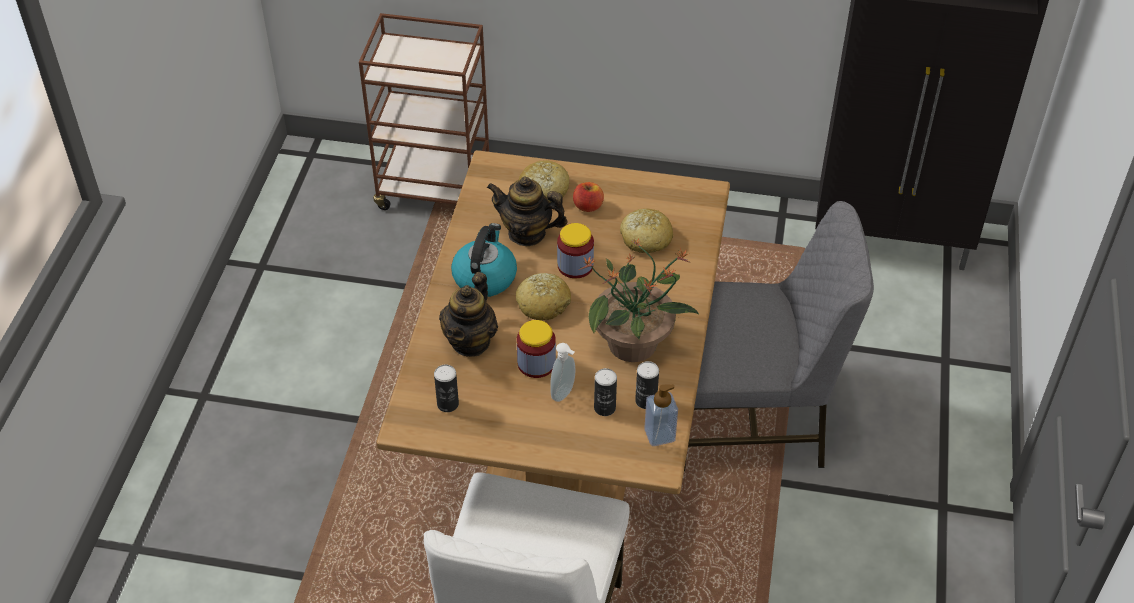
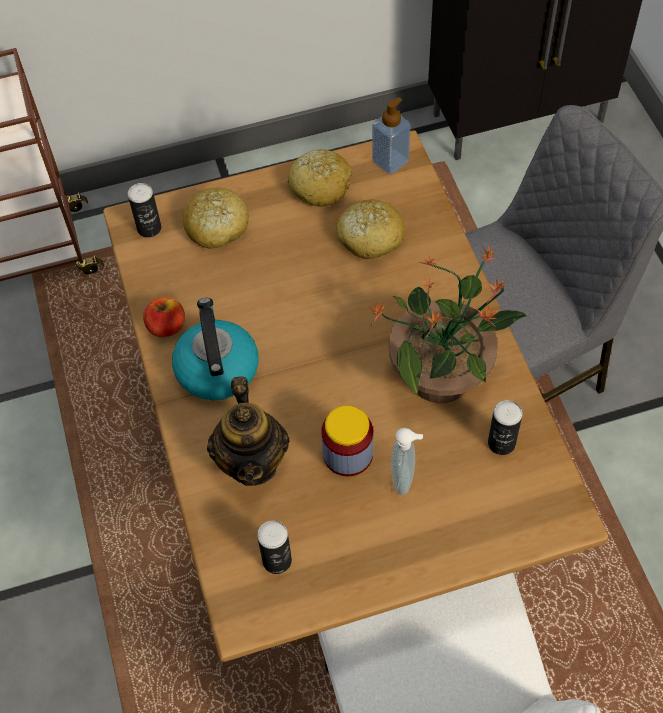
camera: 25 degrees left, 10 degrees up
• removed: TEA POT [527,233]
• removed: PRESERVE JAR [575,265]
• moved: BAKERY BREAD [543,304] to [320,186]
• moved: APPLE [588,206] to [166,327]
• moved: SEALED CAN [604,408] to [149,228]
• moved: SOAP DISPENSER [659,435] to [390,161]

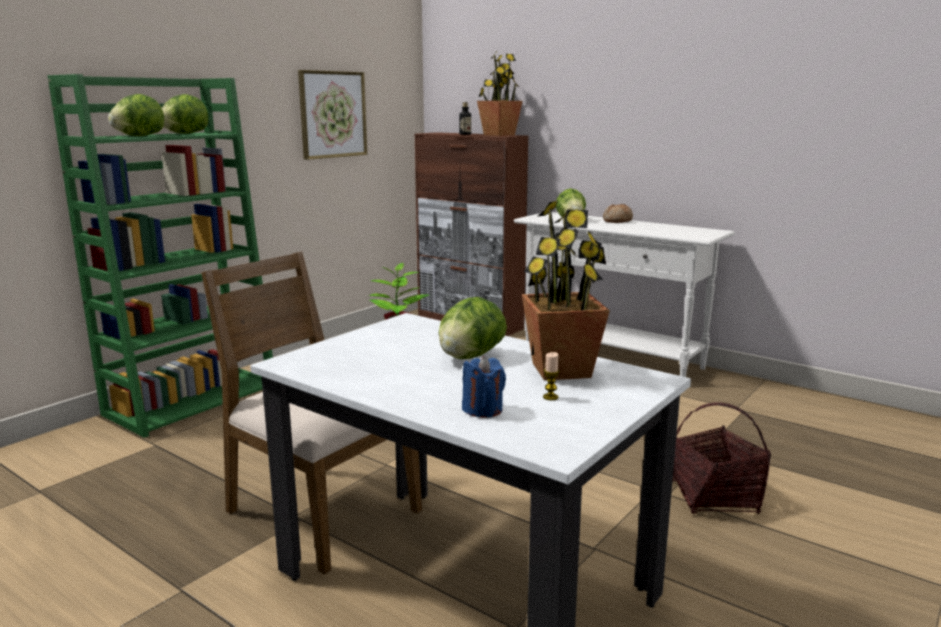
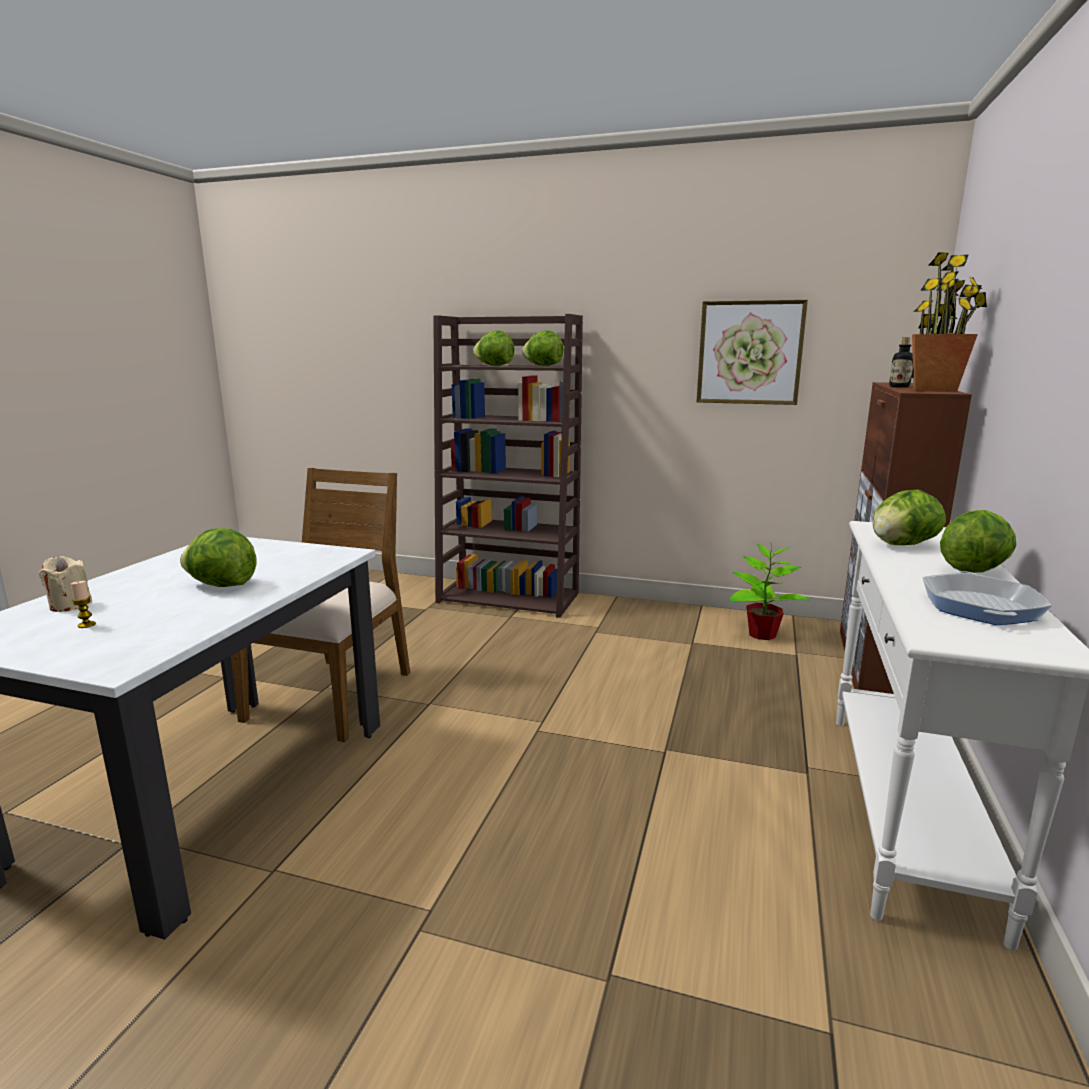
camera: 70 degrees right, 0 degrees up
• removed: HOUSEPLANT [561,370]
• removed: BASKET [714,497]
• added: SKILLET [980,607]
• replaced: BAKERY BREAD [618,221] to HEAD OF LETTUCE [972,570]
• recoloured: GREEN SHELVING UNIT [193,400] to BROWN SHELVING UNIT [510,597]
• recoloured: BLUISH WAX CANDLE [483,409] to BEIGE-COLOURED WAX CANDLE [70,605]

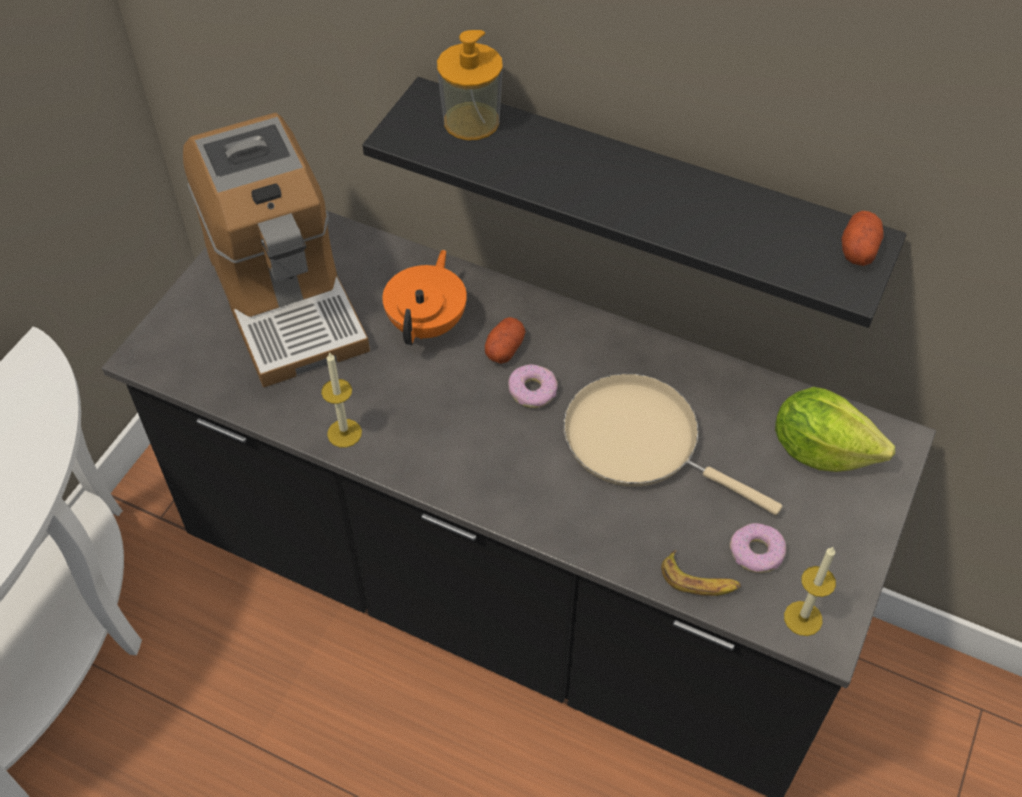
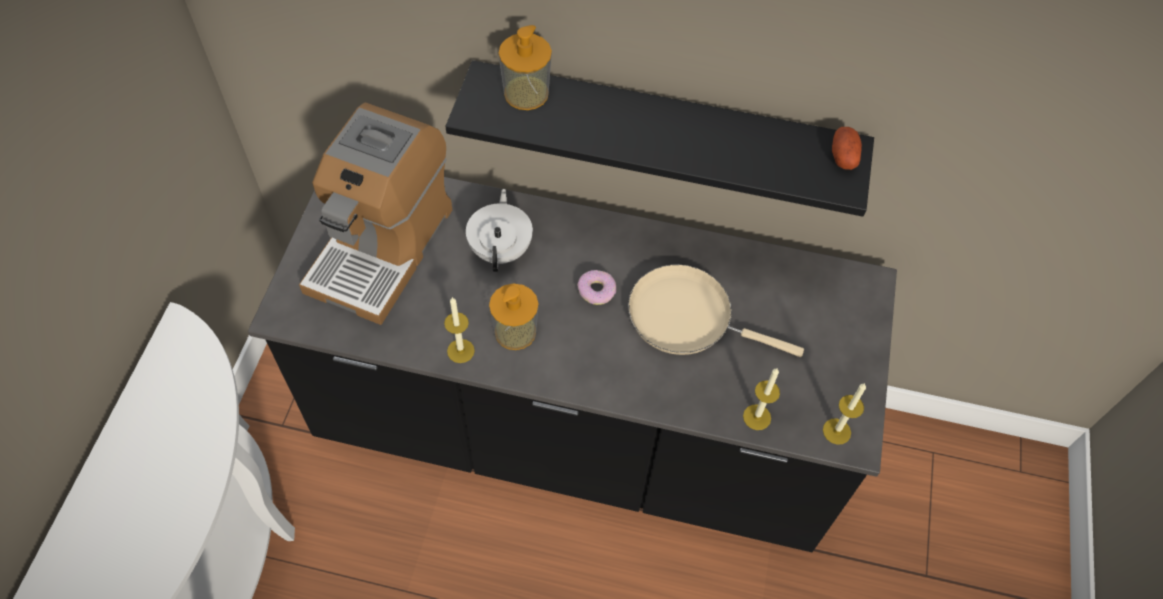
camera: 15 degrees left, 5 degrees up
• removed: POTATO [504,348]
• removed: DOUGHNUT [756,553]
• removed: HEAD OF LETTUCE [820,450]
• added: SOAP DISPENSER [515,331]
• replaced: BANANA [699,580] to WAX CANDLE [757,417]
• recoloured: ORANGE TEA POT [428,323] to WHITISH TEA POT [501,249]
• turned: COFFEE MACHINE [285,299] = [382,247] 60 degrees clockwise

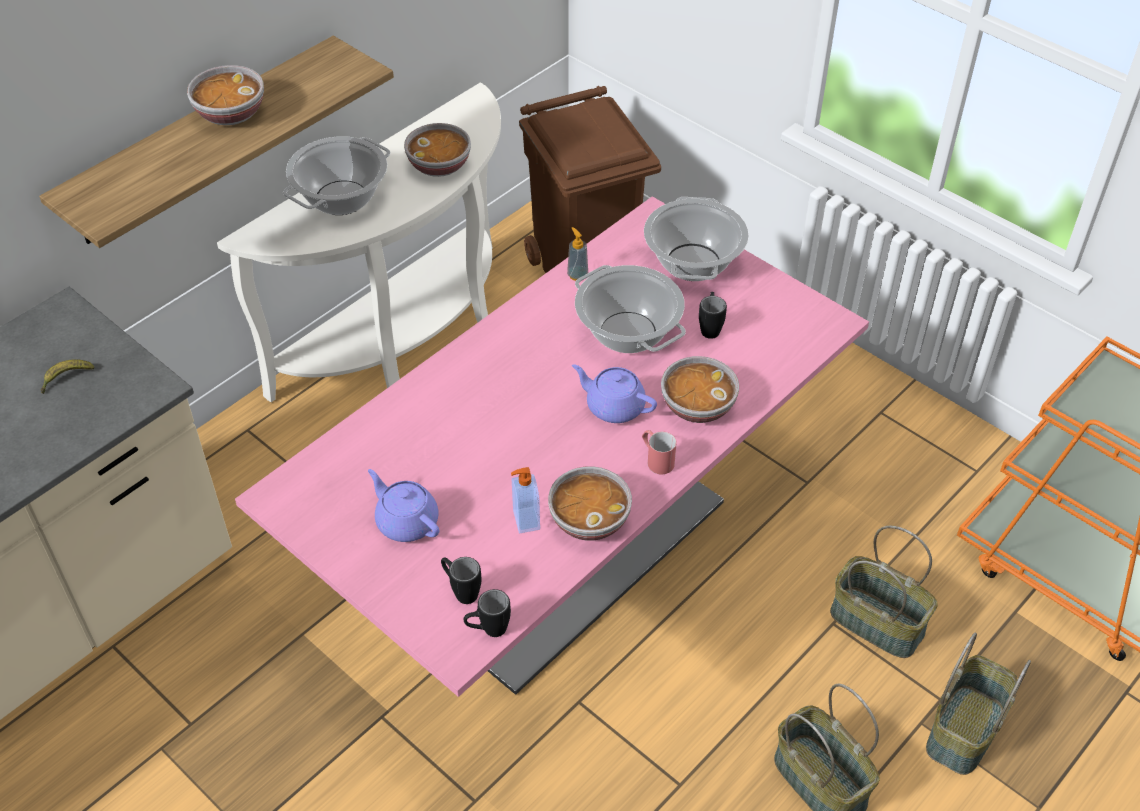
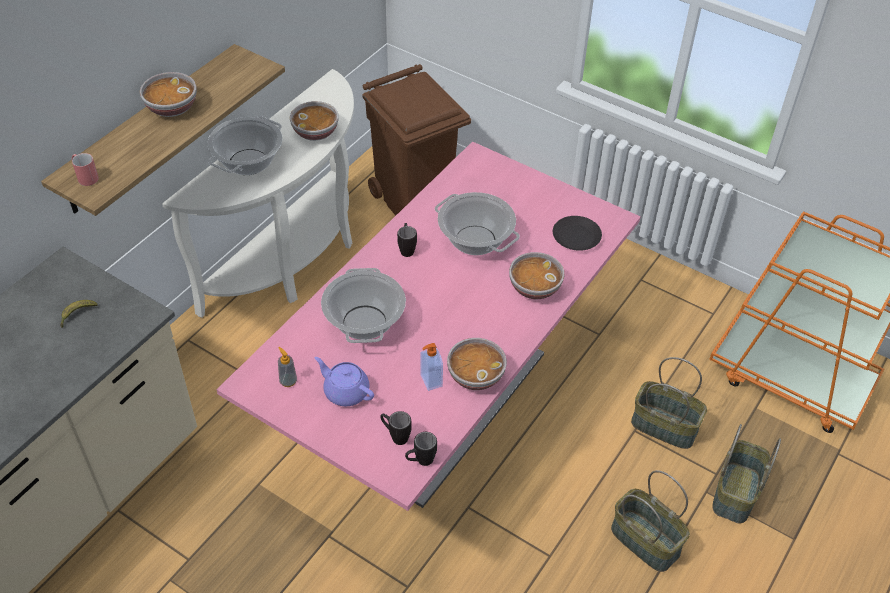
camera: 10 degrees left, 0 degrees up
• removed: PURPLE TEA POT [614,406]
• added: BLACK-COLOURED PLATE [576,238]
• moved: SOAP DISPENSER [577,275] to [288,381]
• moved: RED MUG [656,459] to [85,176]
• moved: SAUCEPOT [692,262] to [364,322]
• moved: BLACK-COLOURED MUG [710,327] to [406,248]

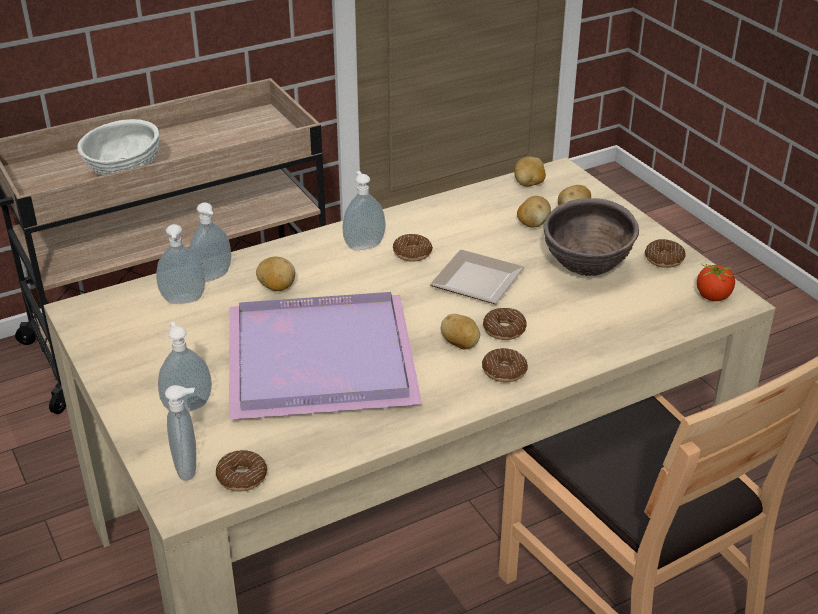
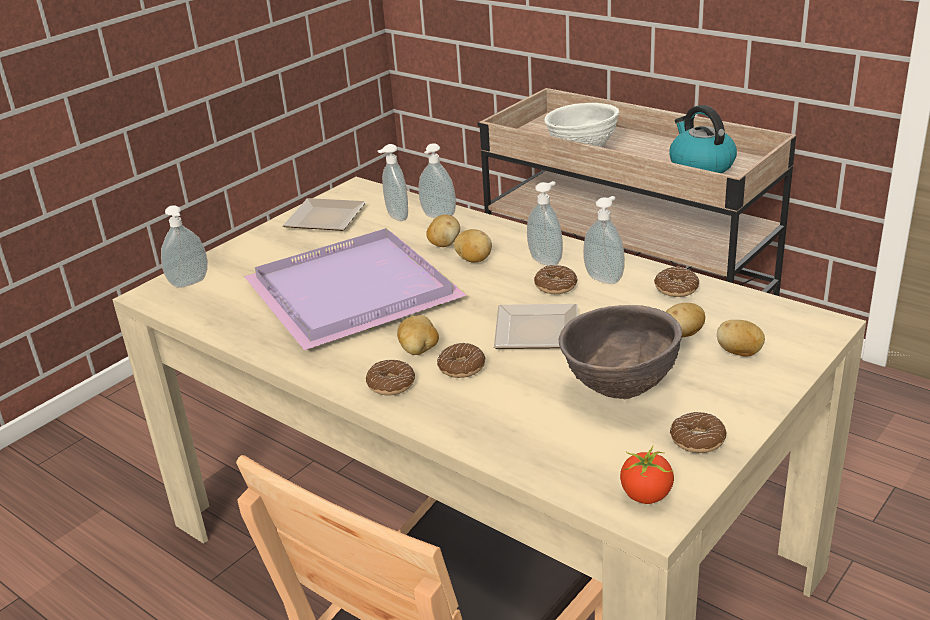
camera: 70 degrees right, 5 degrees down
• added: PLATE [324,218]
• added: WATER KETTLE [700,166]
• moved: SOAP DISPENSER [187,405] to [605,278]
• moved: DOUGHNUT [242,477] to [676,288]
• moved: POTATO [529,184] to [473,260]

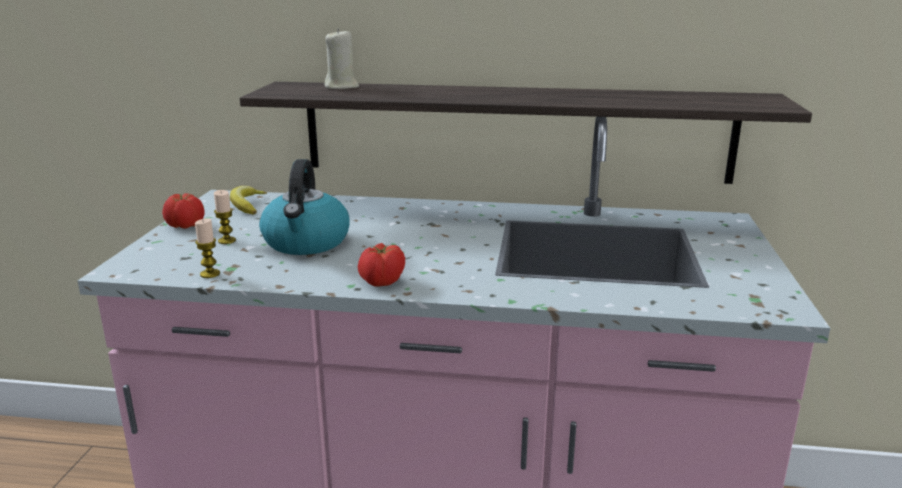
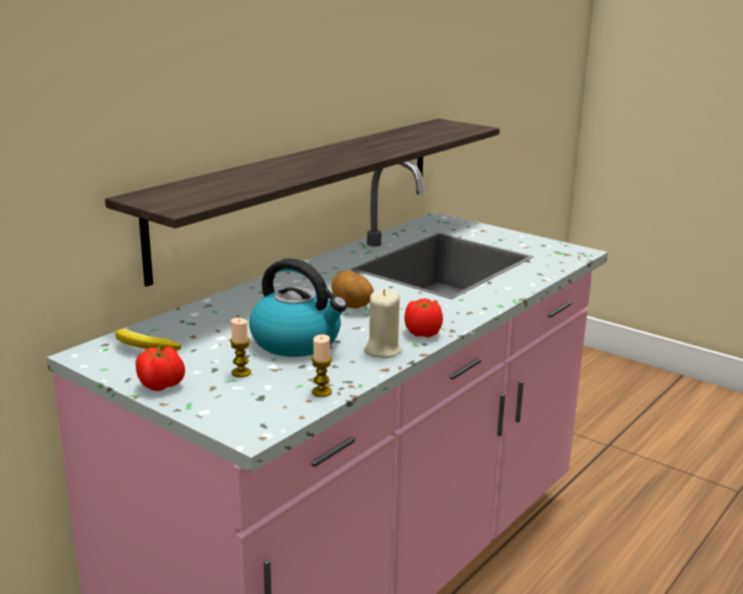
camera: 60 degrees left, 0 degrees up
• added: POTATO [351,307]
• moved: BEIGE-COLOURED WAX CANDLE [342,87] to [382,350]

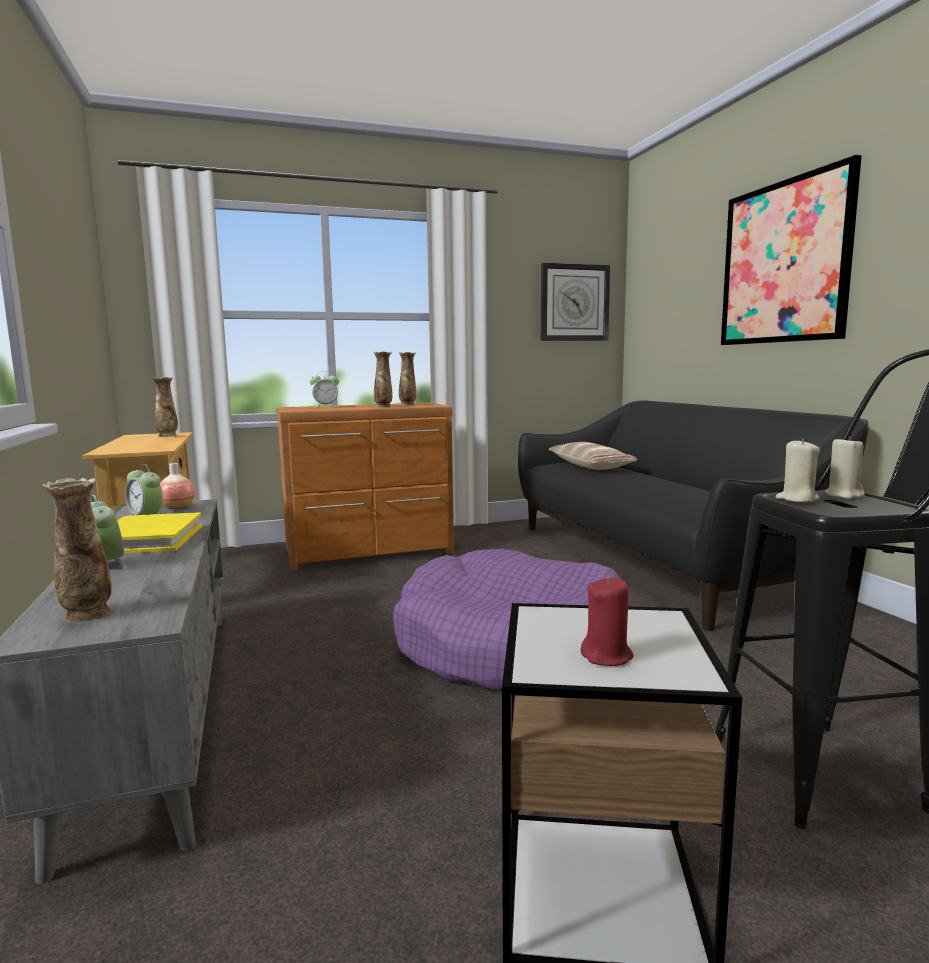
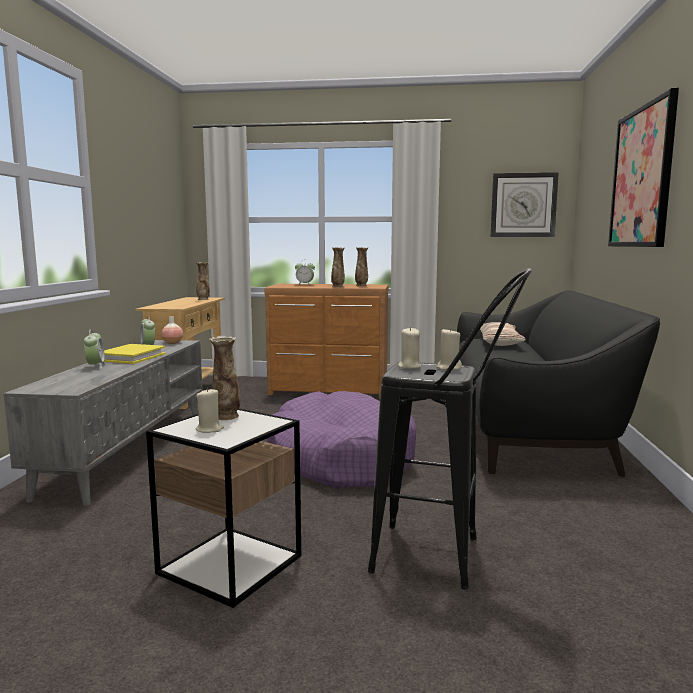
camera: 25 degrees right, 0 degrees up
• moved: VASE [87,614] to [226,417]
• recoloured: RED WAX CANDLE [607,656] to BEIGE-COLOURED WAX CANDLE [209,429]

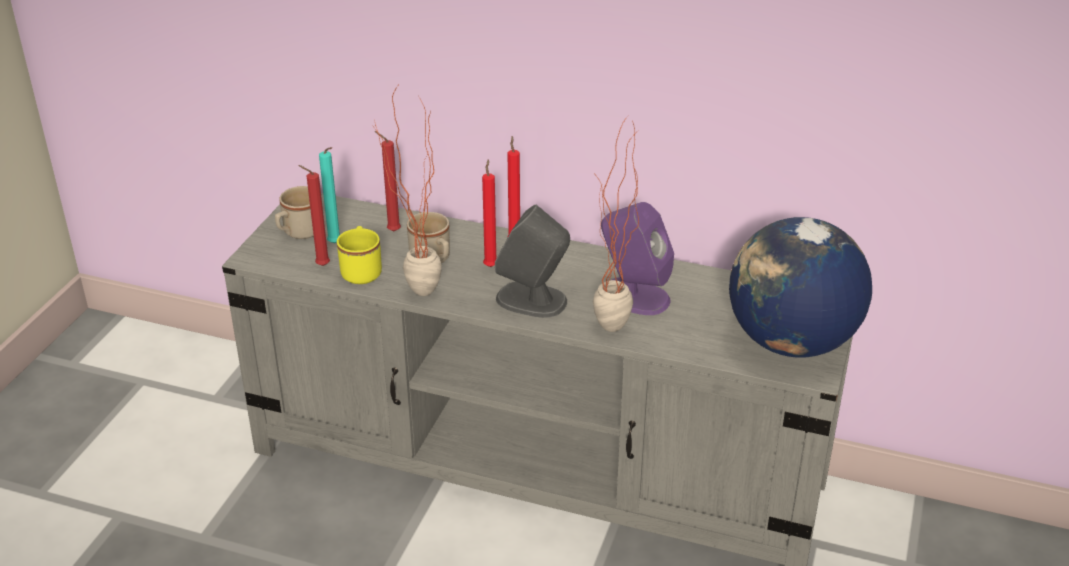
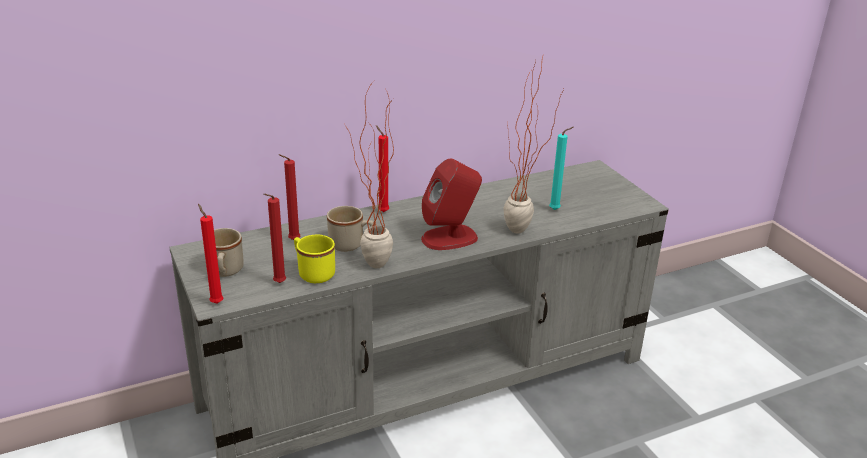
camera: 45 degrees left, 5 degrees down
• removed: PURPLE LOUDSPEAKER [633,296]
• removed: WORLD GLOBE [790,342]
• moved: TURQUOISE WAX CANDLE [336,244] to [556,210]
• moved: RED WAX CANDLE [490,265] to [215,302]
• recoloured: GREY LOUDSPEAKER [532,300] to RED LOUDSPEAKER [450,238]

